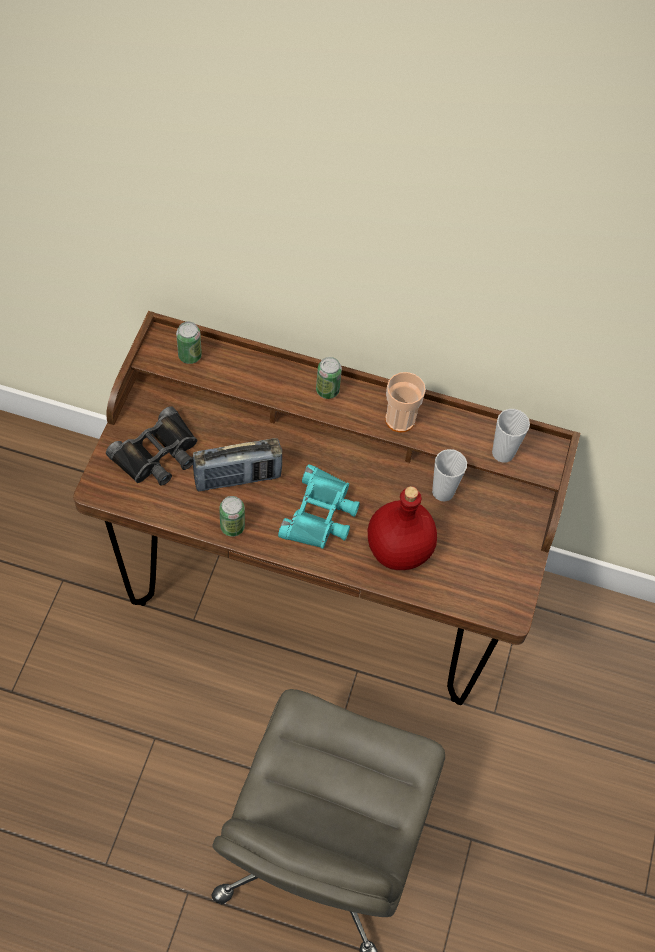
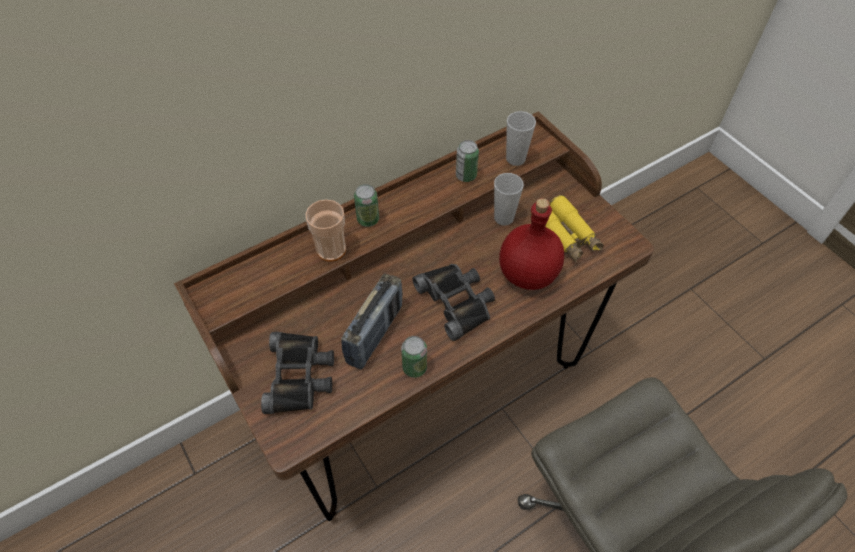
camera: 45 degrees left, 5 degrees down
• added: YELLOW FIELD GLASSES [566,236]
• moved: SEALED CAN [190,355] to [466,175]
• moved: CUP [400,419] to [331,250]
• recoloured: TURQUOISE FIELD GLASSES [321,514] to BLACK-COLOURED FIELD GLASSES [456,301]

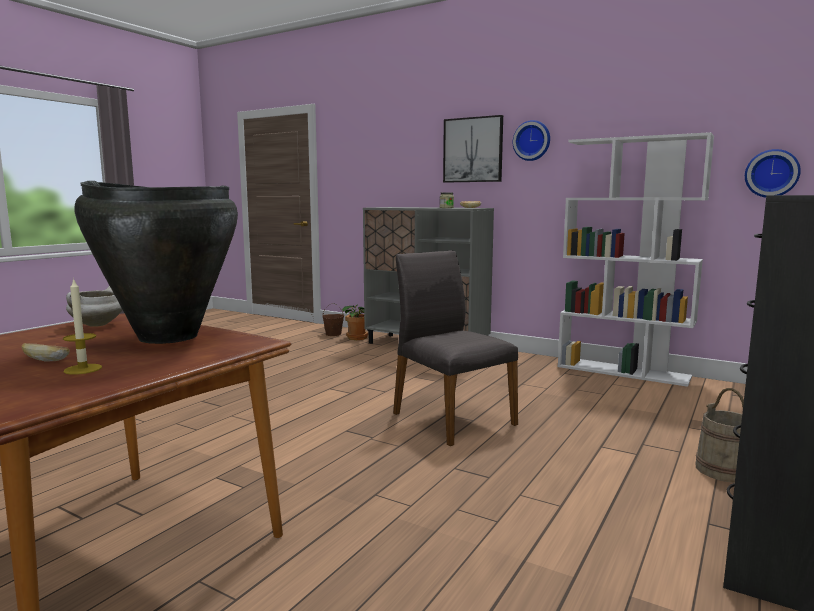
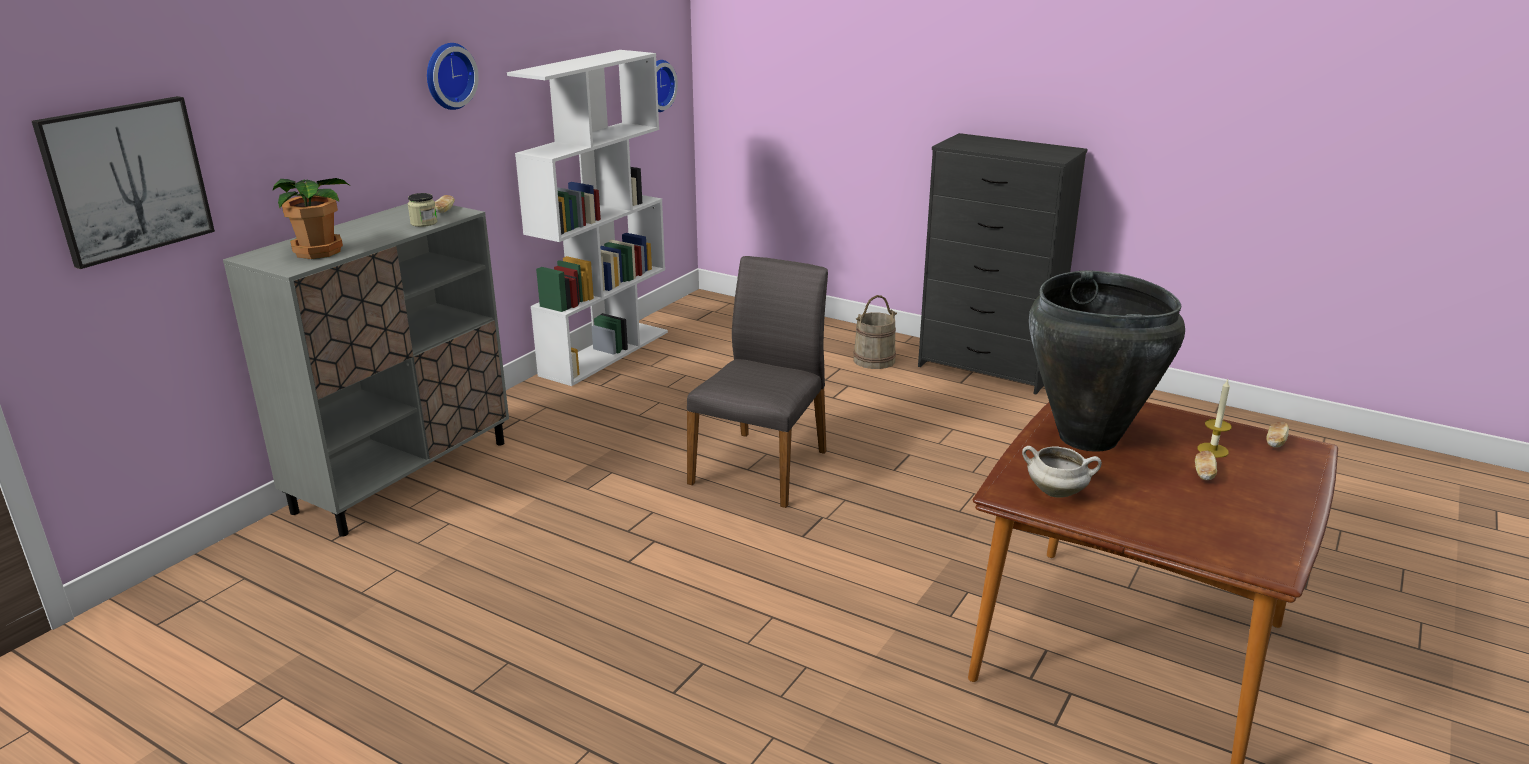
camera: 90 degrees left, 15 degrees up
• removed: BROWN WATER BUCKET [333,334]
• added: BAKERY BREAD [1275,443]
• moved: HOUSEPLANT [358,338] to [318,251]
• moved: WALL ART [473,150] to [127,179]
• turned: GREY PLAIN CHAIR [451,418] = [762,466] 150 degrees clockwise

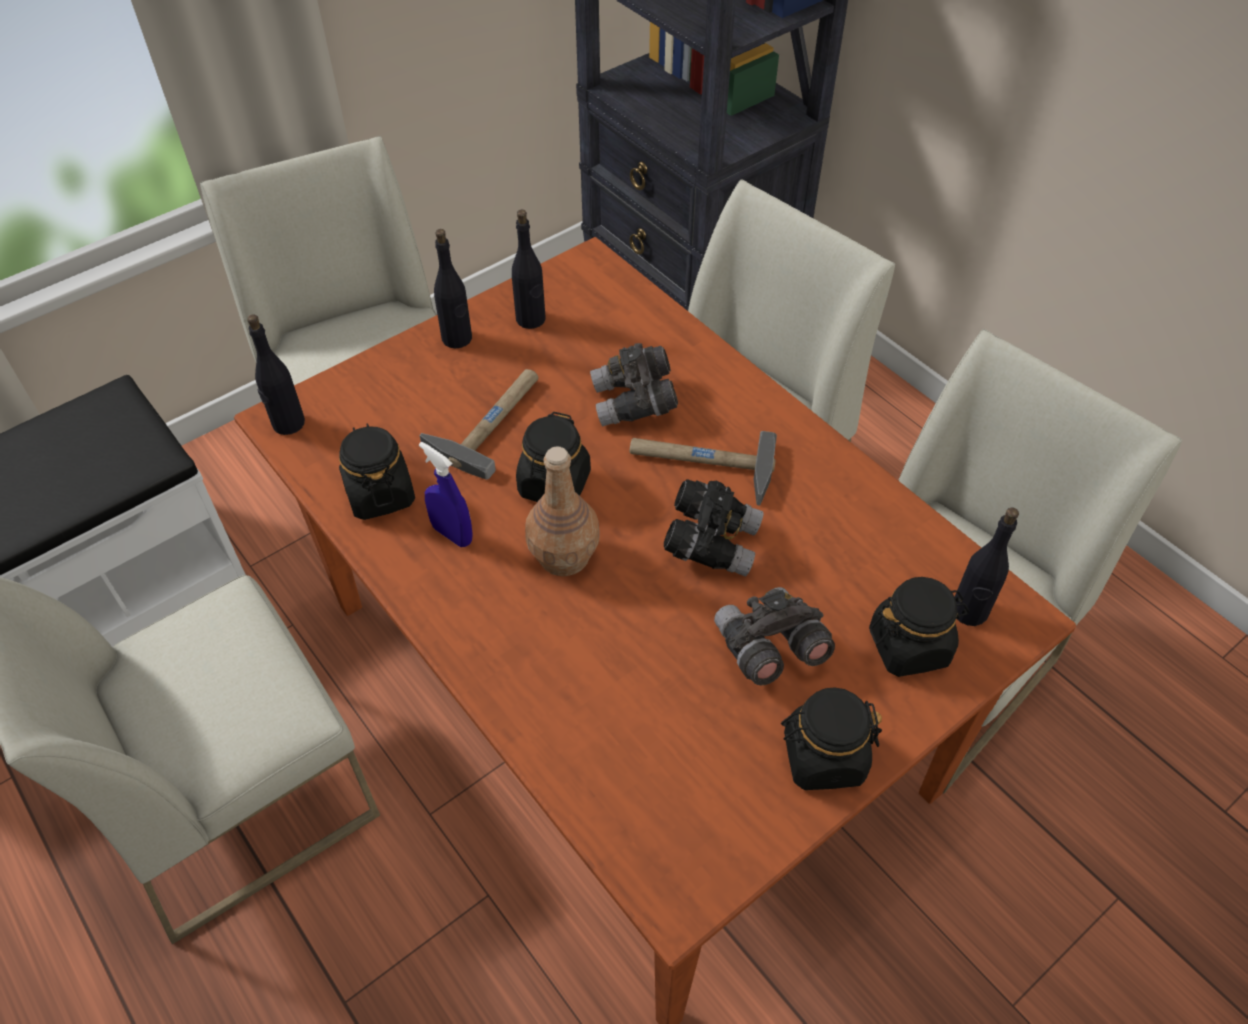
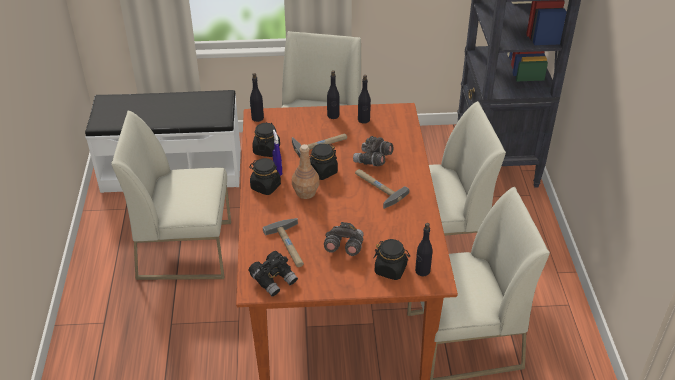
camera: 35 degrees right, 10 degrees down
• added: TOOL HAMMER [290,246]
• moved: BLACK-COLOURED FIELD GLASSES [711,542] to [274,280]
• moved: BLACK-COLOURED PRESERVE JAR [823,757] to [265,186]

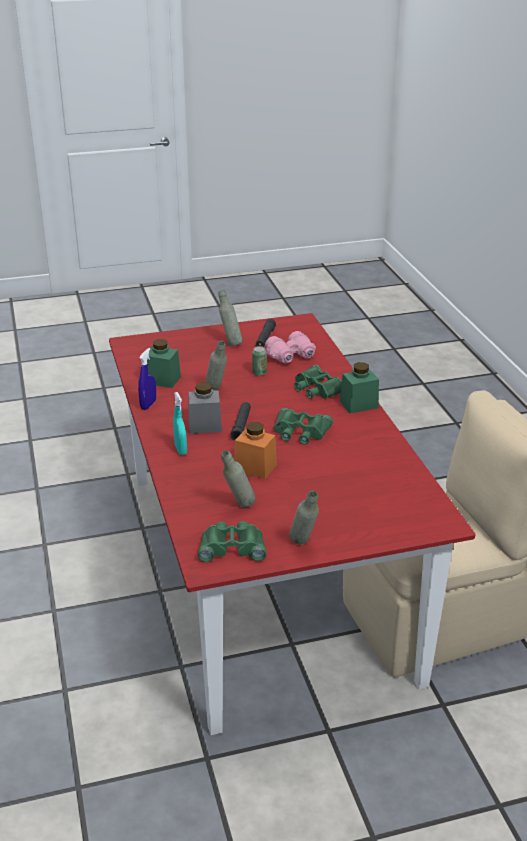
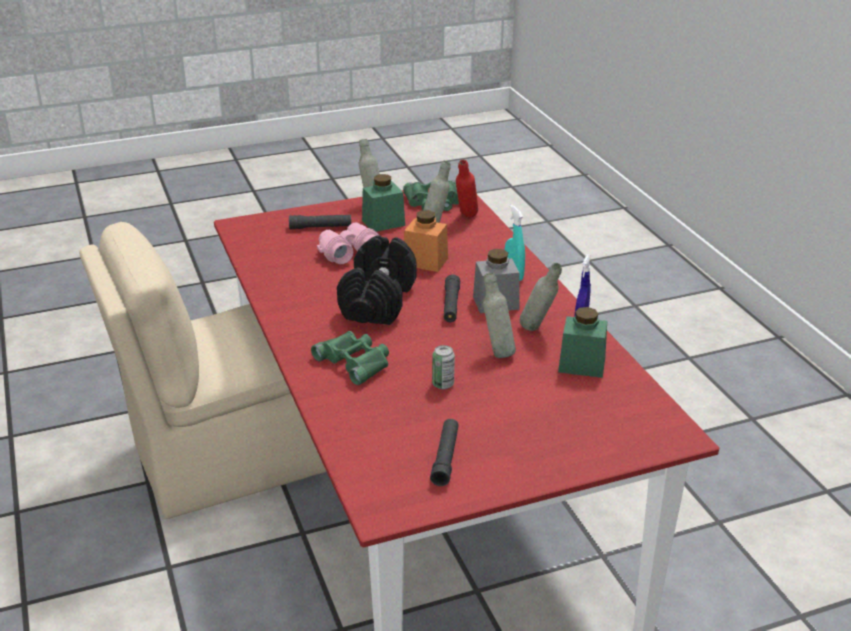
camera: 175 degrees right, 0 degrees up
• added: BLACK-COLOURED FLASHLIGHT [320,227]
• added: RED DRINK BOTTLE [466,218]
• moved: GREY DRINK BOTTLE [230,343] to [538,330]
• moved: PINKISH FIELD GLASSES [291,356] to [348,252]
• moved: GREEN PRESERVE JAR [358,404] to [383,223]
• replaced: GREEN FIELD GLASSES [300,432] to BLACK-COLOURED FREE WEIGHT [377,301]

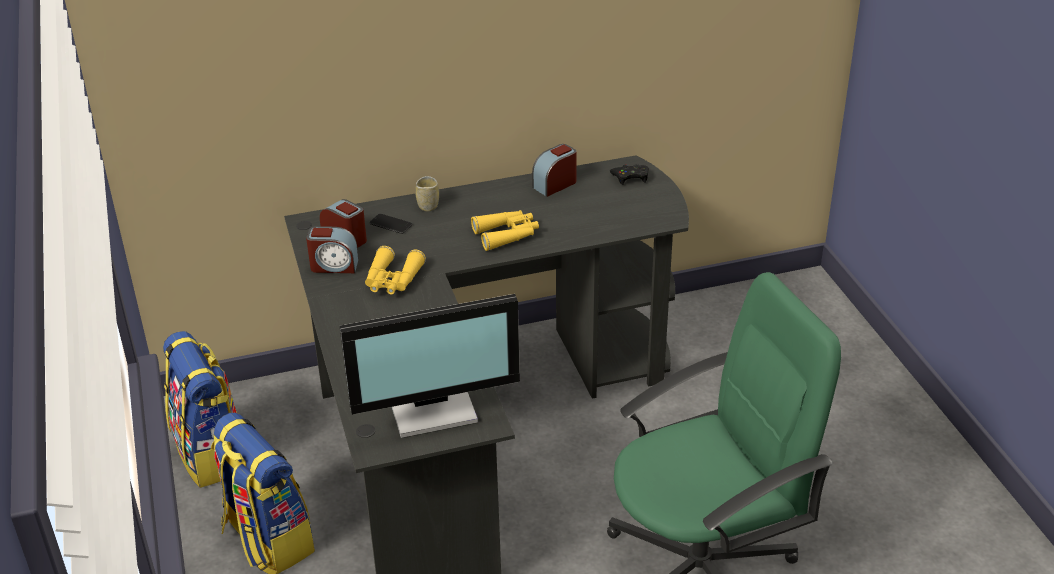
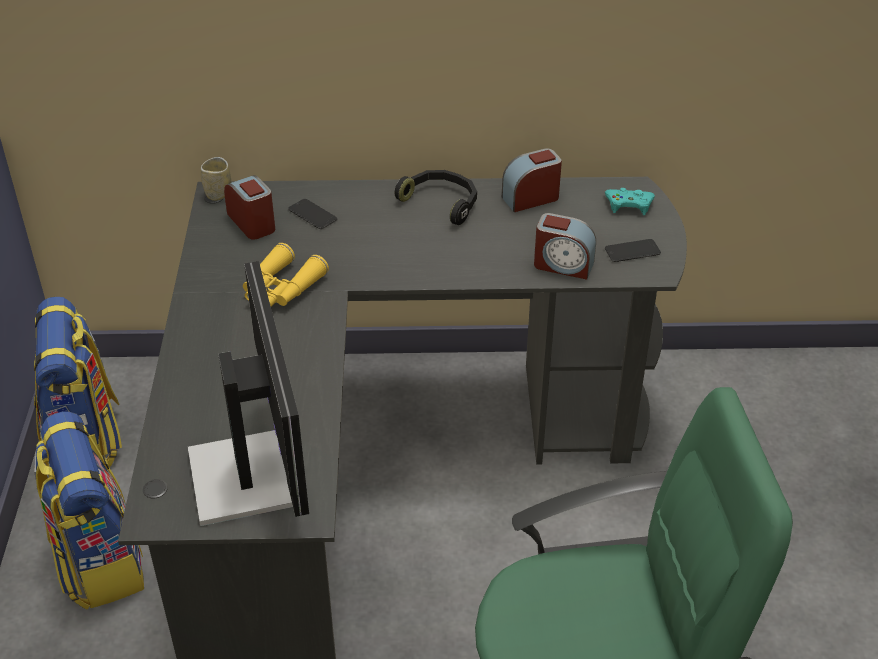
camera: 15 degrees right, 5 degrees up
• removed: YELLOW FIELD GLASSES [507,235]
• added: BLACK-COLOURED HEADPHONES [442,202]
• added: TELEPHONE [632,251]
• moved: ALARM CLOCK [334,266] to [563,265]
• moved: CUP [428,206] to [218,193]
• recoloured: BLACK-COLOURED JOYPAD [630,177] to TURQUOISE JOYPAD [629,205]
• turned: MONITOR [433,407] = [250,475] 105 degrees counterclockwise

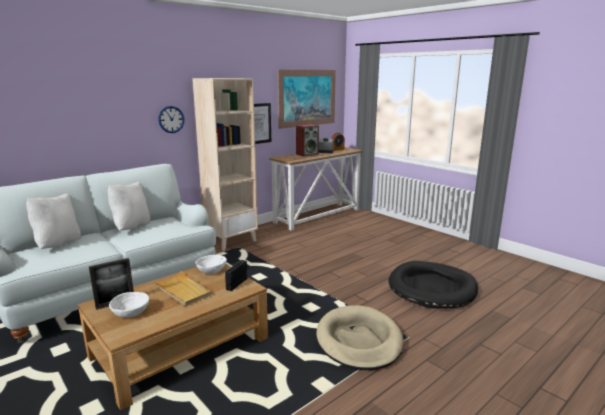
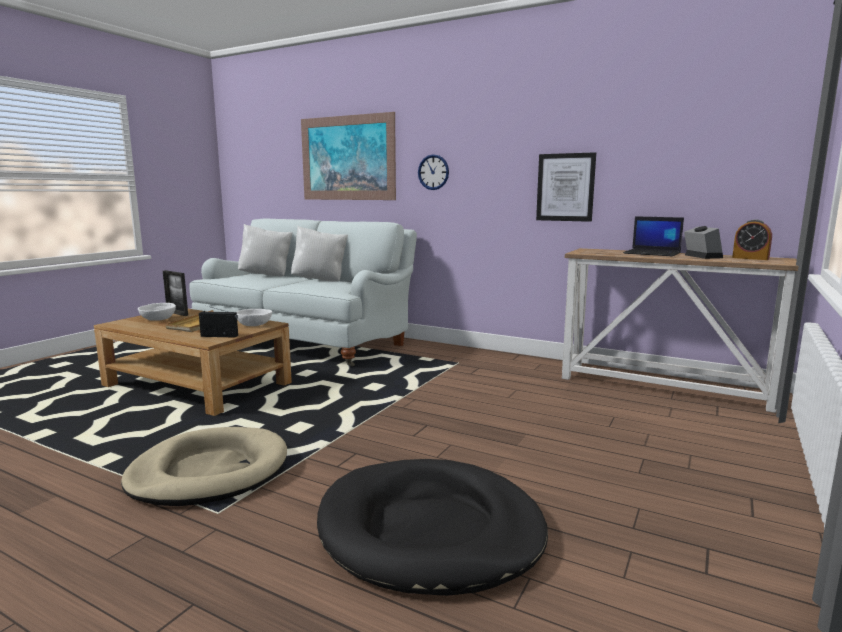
camera: 70 degrees right, 5 degrees down
• removed: BEIGE-COLOURED SHELVING UNIT [231,241]
• moved: WALL ART [307,98] to [347,158]
• replaced: LOUDSPEAKER [307,154] to PORTABLE COMPUTER [653,253]

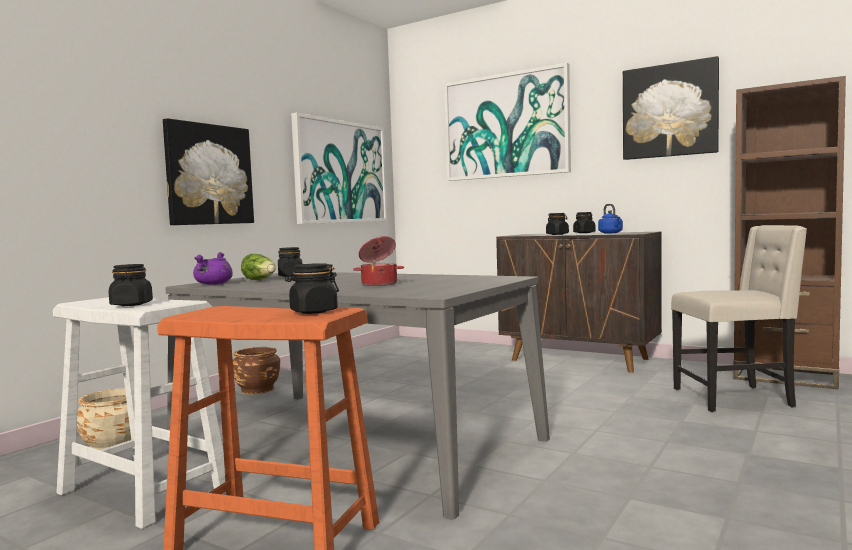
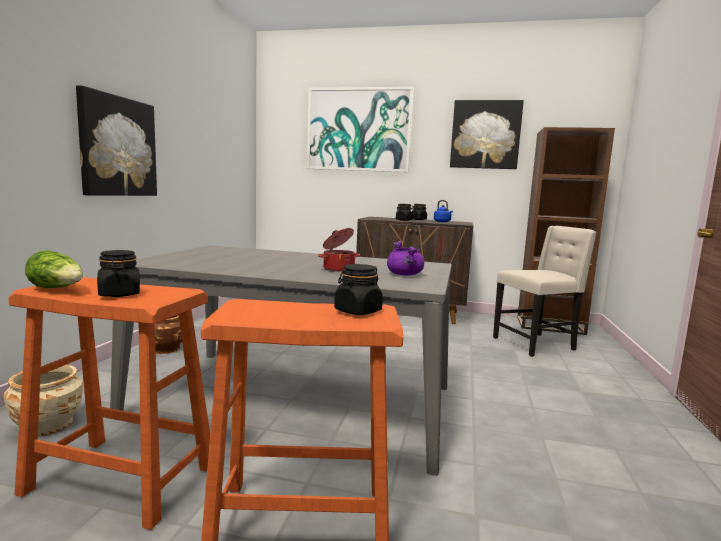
camera: 20 degrees left, 5 degrees up
• removed: BLACK-COLOURED PRESERVE JAR [290,276]
• removed: WALL ART [341,172]
• moved: PURPLE SAUCEPOT [213,284] to [405,275]
• moved: HEAD OF LETTUCE [261,280] to [58,289]
• recoloured: WHITISH SITTING STOOL [143,490] to ORANGE SITTING STOOL [120,479]

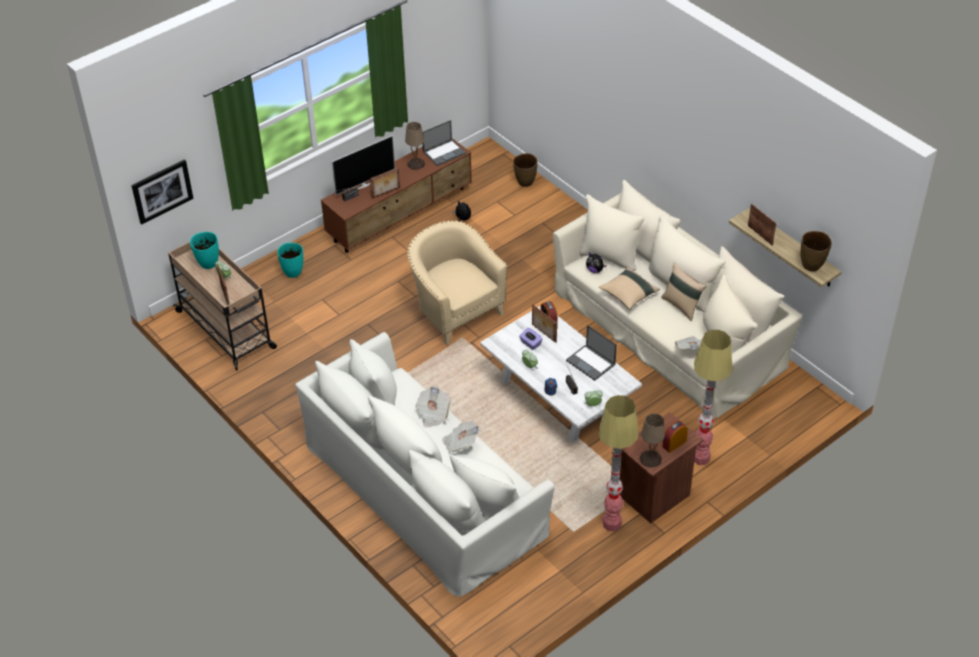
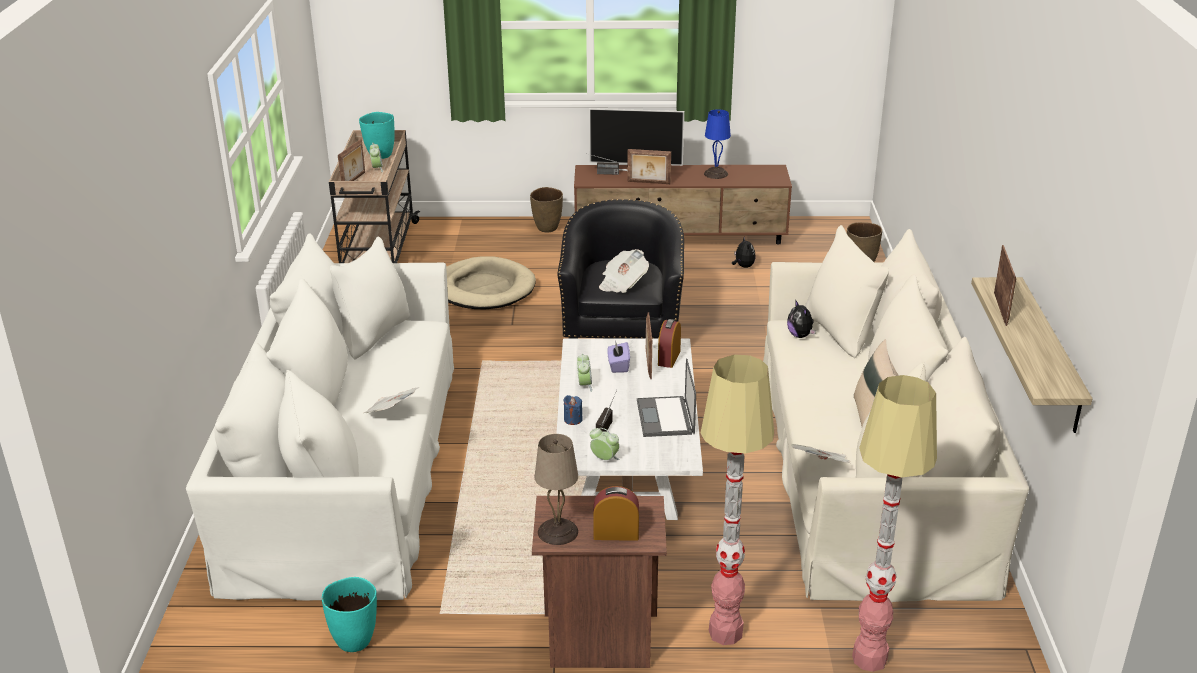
camera: 40 degrees right, 15 degrees down
• removed: WALL ART [162,191]
• removed: PORTABLE COMPUTER [444,152]
• removed: BEIGE-COLOURED CUSHION [628,294]
• added: BEIGE-COLOURED DOG CUSHION [484,288]
• moved: TURQUOISE VASE [292,272] to [354,640]
• moved: NEWSPAPER [433,414] to [622,284]
• moved: STANDARD LAMP [611,523] to [869,658]
• moved: BROWN VASE [812,265] to [547,228]
• recoloured: BEIGE-COLOURED TABLETOP LAMP [416,164] to BLUISH TABLETOP LAMP [716,174]
• recoloured: BEIGE-COLOURED ARMCHAIR [455,310] to BLACK-COLOURED ARMCHAIR [622,334]

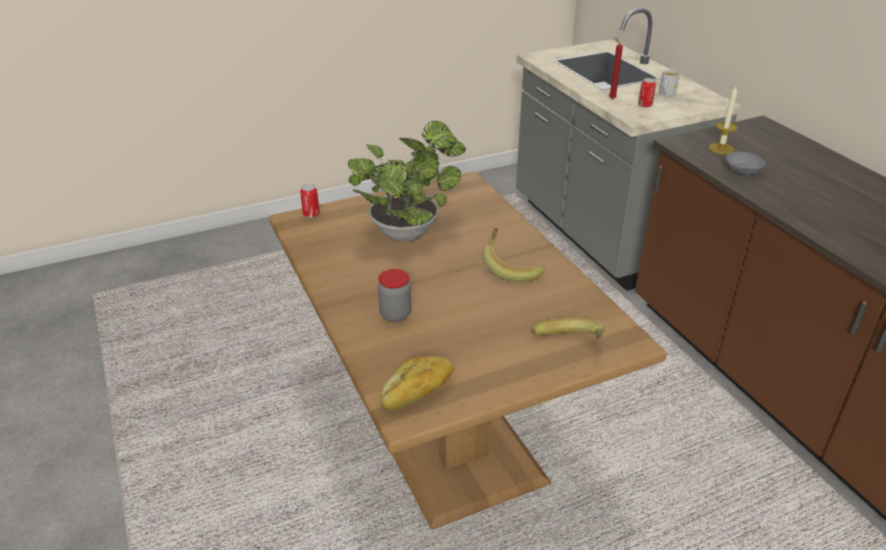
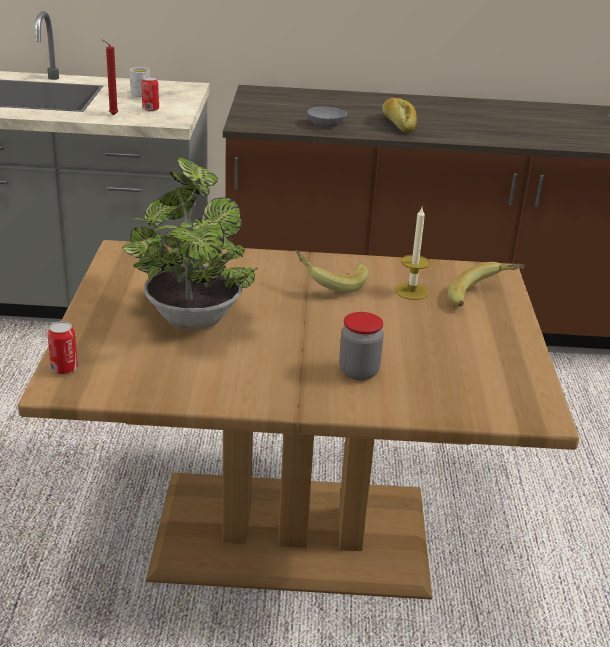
camera: 65 degrees left, 5 degrees down
• moved: BAKERY BREAD [418,392] to [398,124]
• moved: WAX CANDLE [721,148] to [411,291]

